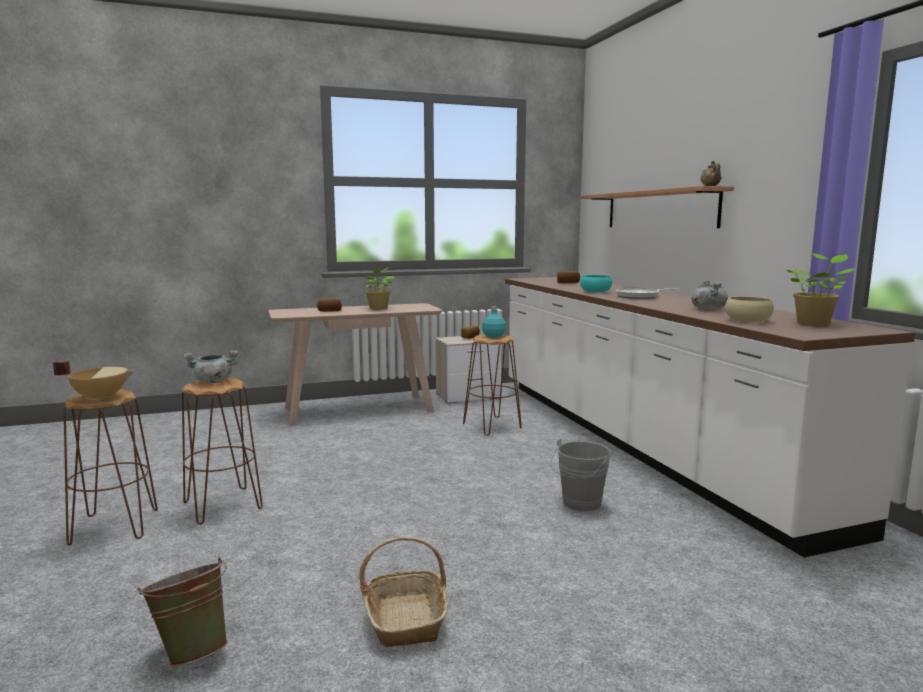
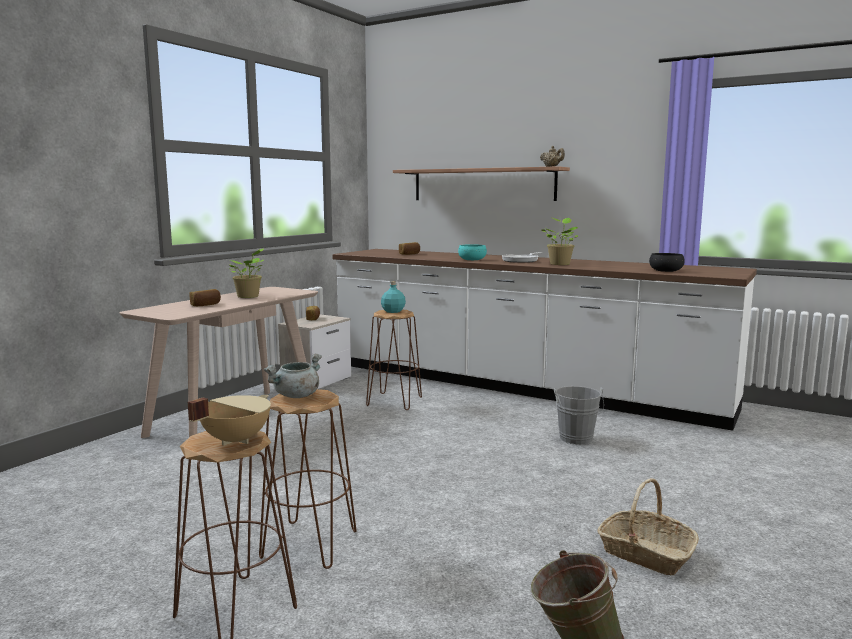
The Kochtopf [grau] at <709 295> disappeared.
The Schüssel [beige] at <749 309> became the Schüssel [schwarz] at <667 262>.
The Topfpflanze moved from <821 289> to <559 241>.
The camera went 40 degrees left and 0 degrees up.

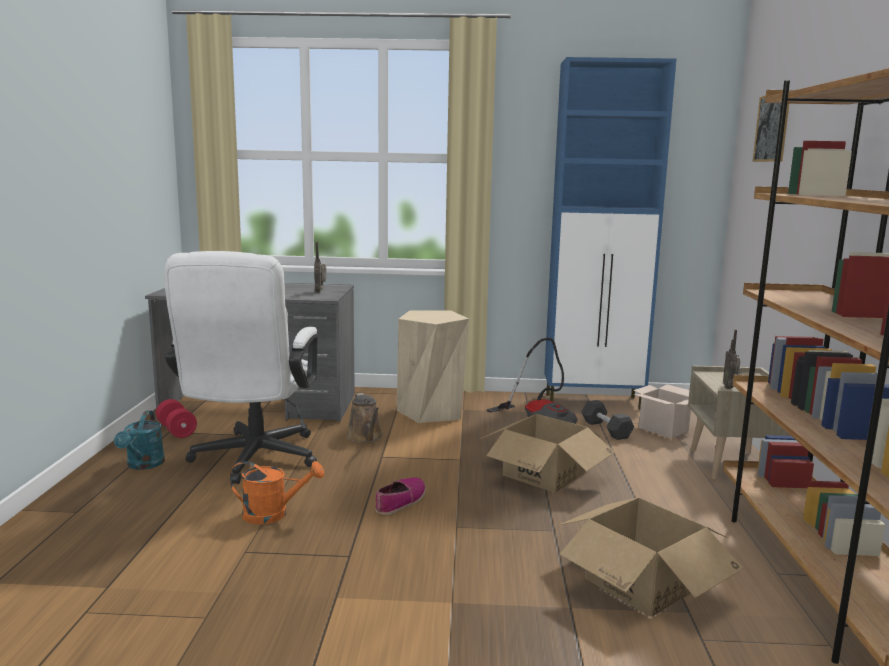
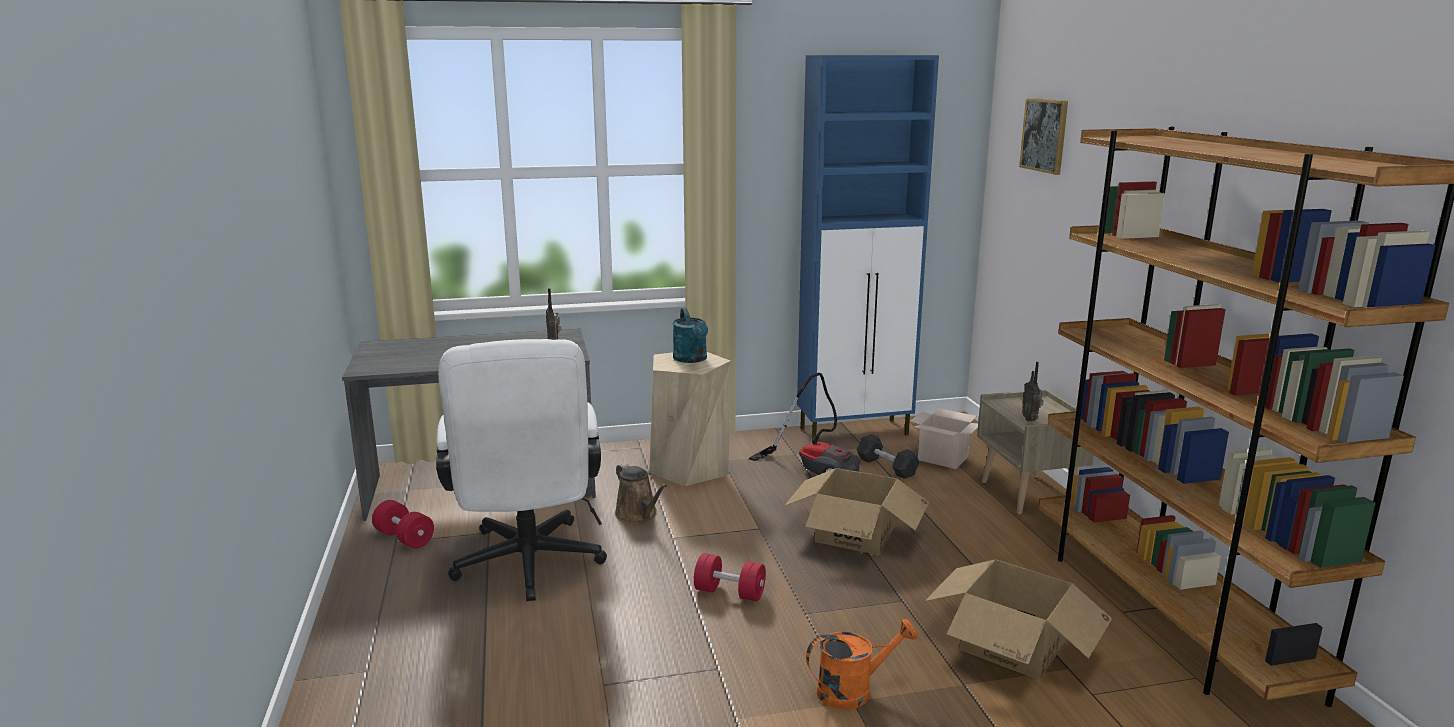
The Gießkanne [türkis] moved from <139 440> to <690 335>.
The Gießkanne [orange] moved from <276 492> to <862 664>.
The Schuh at <400 496> was replaced by the Hantel [rot] at <730 577>.
The camera went 15 degrees left and 5 degrees up.

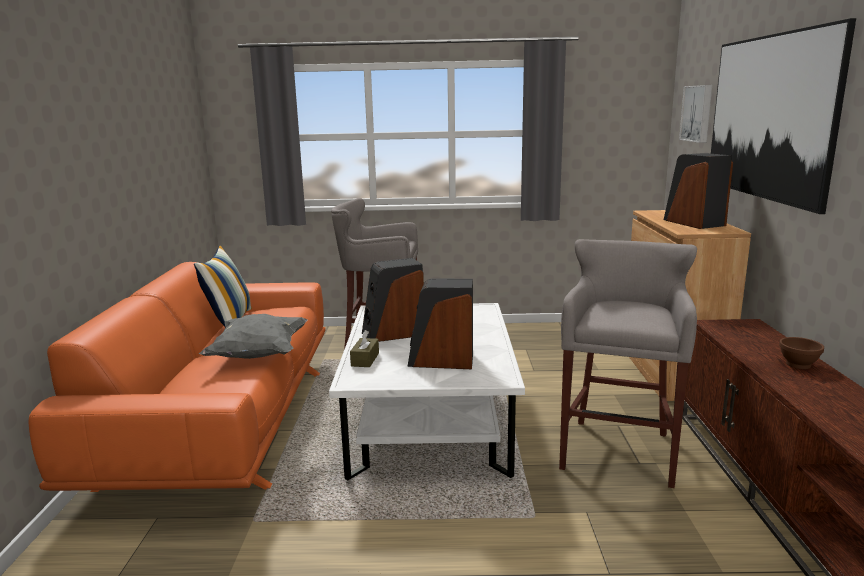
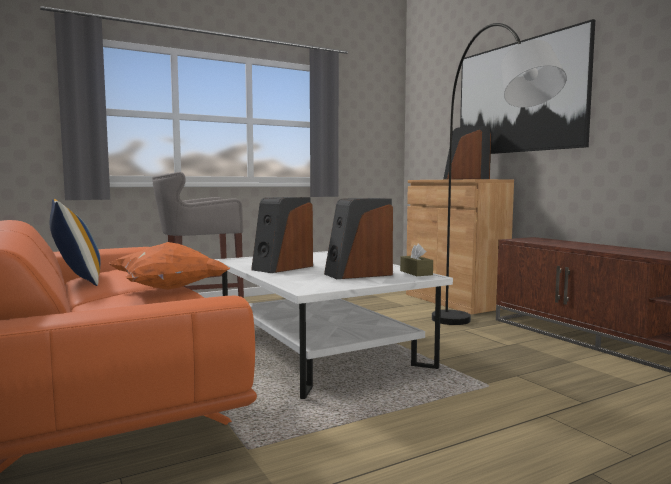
The Kissen [grau] at <253 336> became the Kissen [orange] at <169 266>.
The Taschentuchbox [braun] moved from <364 348> to <416 260>.
The Hocker [grau] at <628 363> was replaced by the Stehlampe [grau] at <499 174>.
The Bild at <695 114> disappeared.
The Schüssel [braun] at <801 353> disappeared.
The camera went 30 degrees left and 10 degrees down.

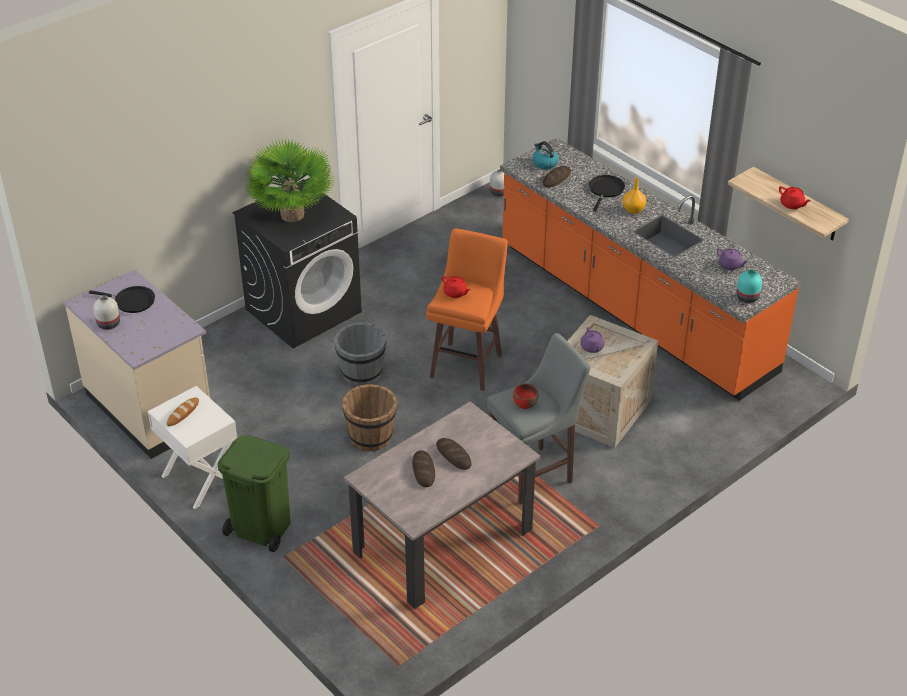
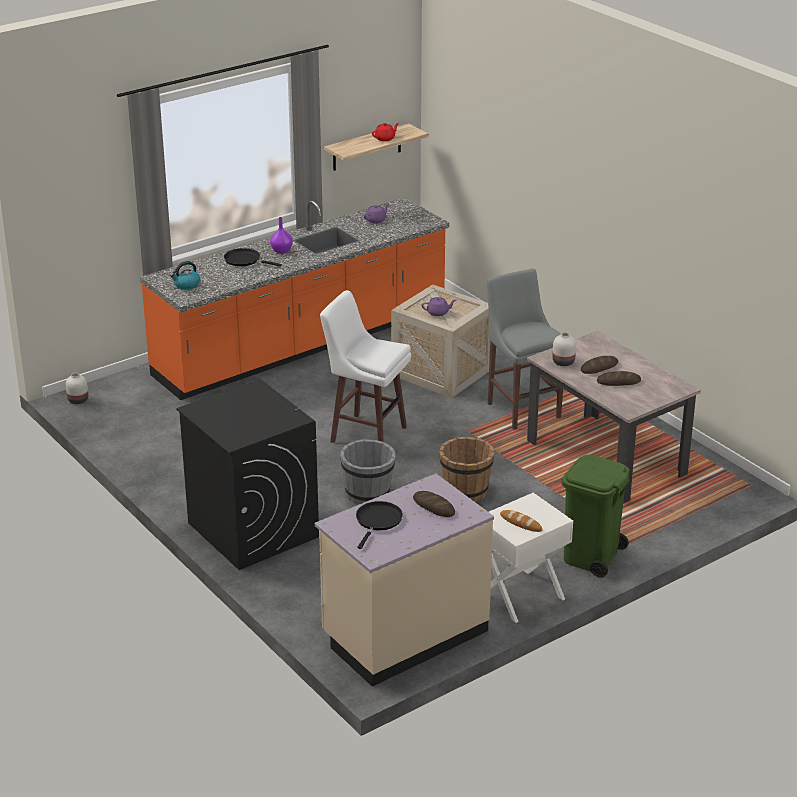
The Vase [weiß] moved from <106 313> to <564 349>.
The Topfpflanze at <289 180> disappeared.
The Hocker [orange] at <467 309> became the Hocker [weiß] at <365 366>.
The Teekanne [rot] at <456 287> disappeared.
The Schüssel [rot] at <525 396> disappeared.
The Brot moved from <557 177> to <434 504>.
The Vase [orange] at <634 196> became the Vase [lila] at <281 235>.
The Vase [türkis] at <749 286> disappeared.
The camera went 85 degrees left and 10 degrees down.

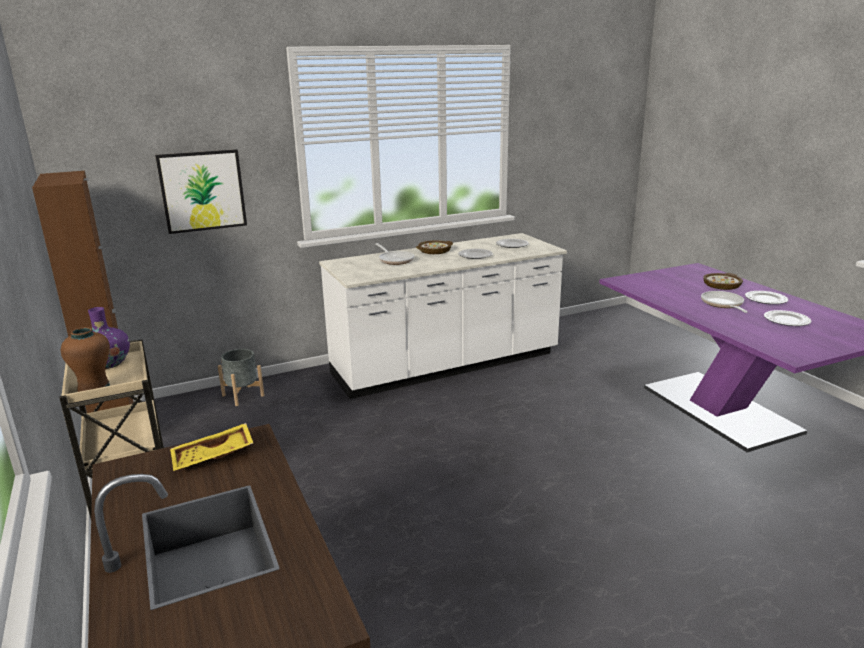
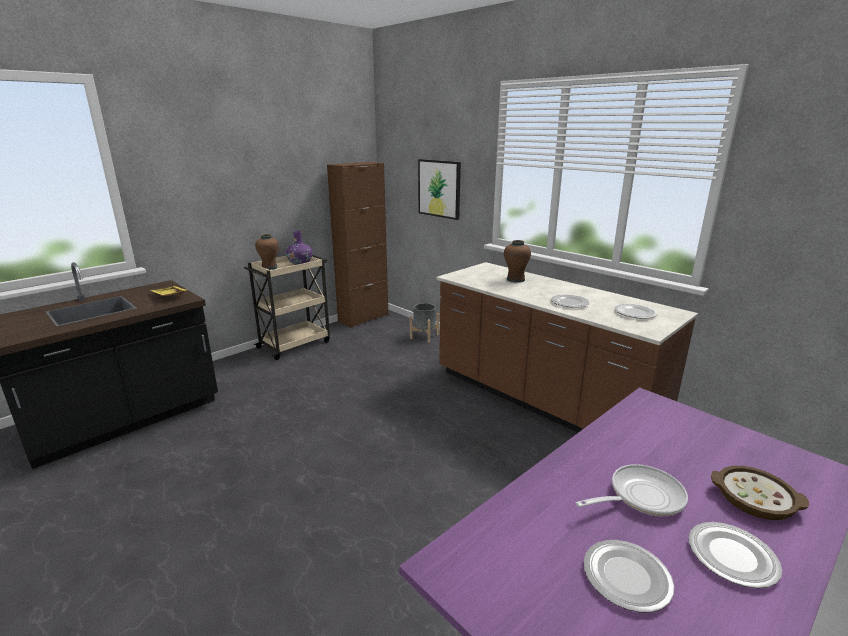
The Küchenzeile [weiß] at <443 316> became the Küchenzeile [braun] at <567 347>.
The Pfanne at <395 254> was replaced by the Vase [braun] at <517 261>.
The Schüssel at <434 247> disappeared.
The camera went 70 degrees right and 0 degrees up.

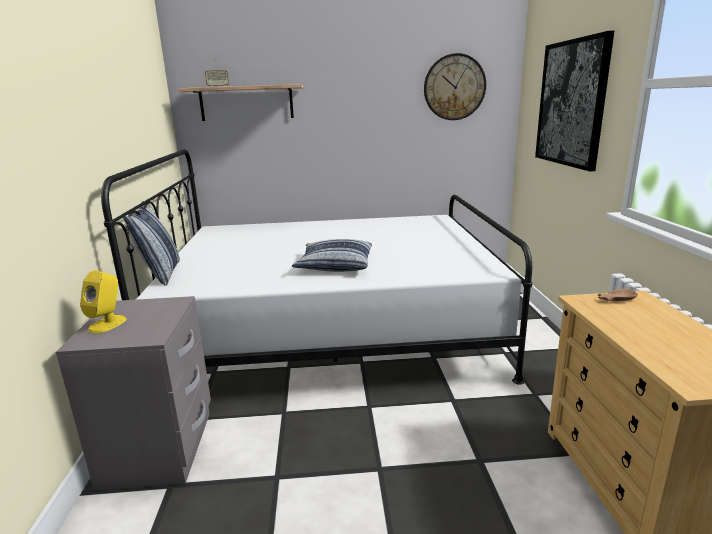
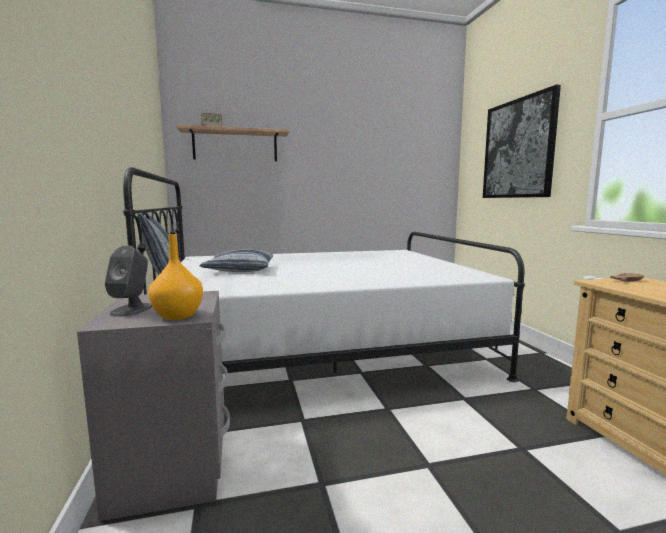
The Lautsprecher [gelb] at <103 301> became the Lautsprecher [grau] at <128 281>.
The Kissen moved from <332 255> to <236 260>.
The Wanduhr at <455 86> disappeared.
The Vase [orange] at <175 277> appeared.
The camera went 10 degrees left and 10 degrees down.

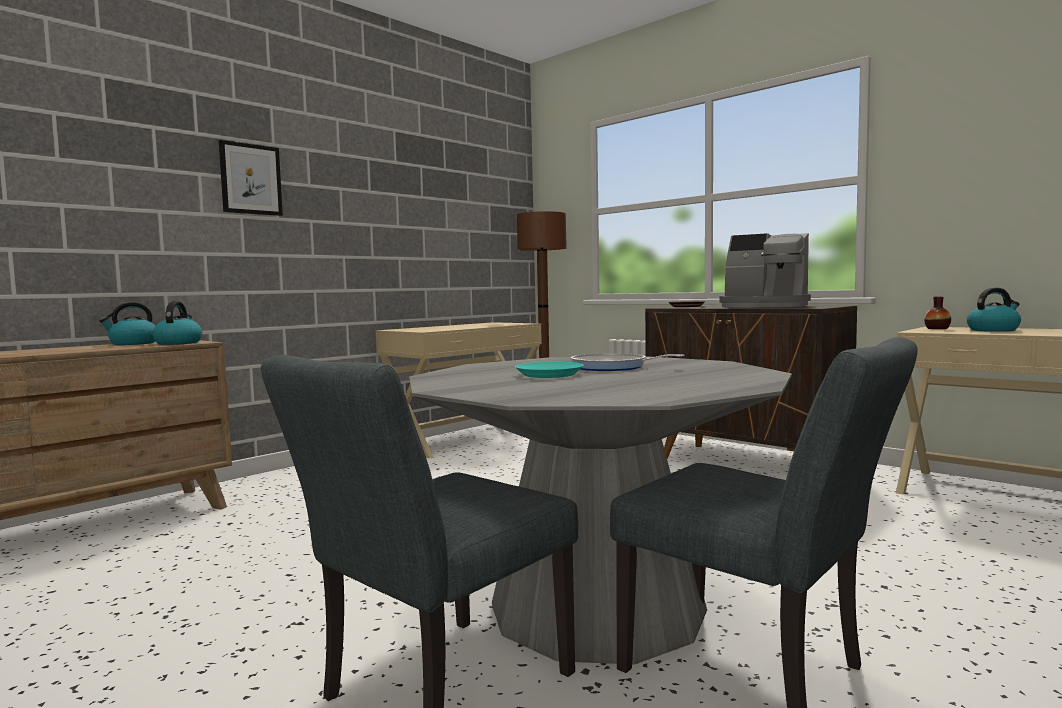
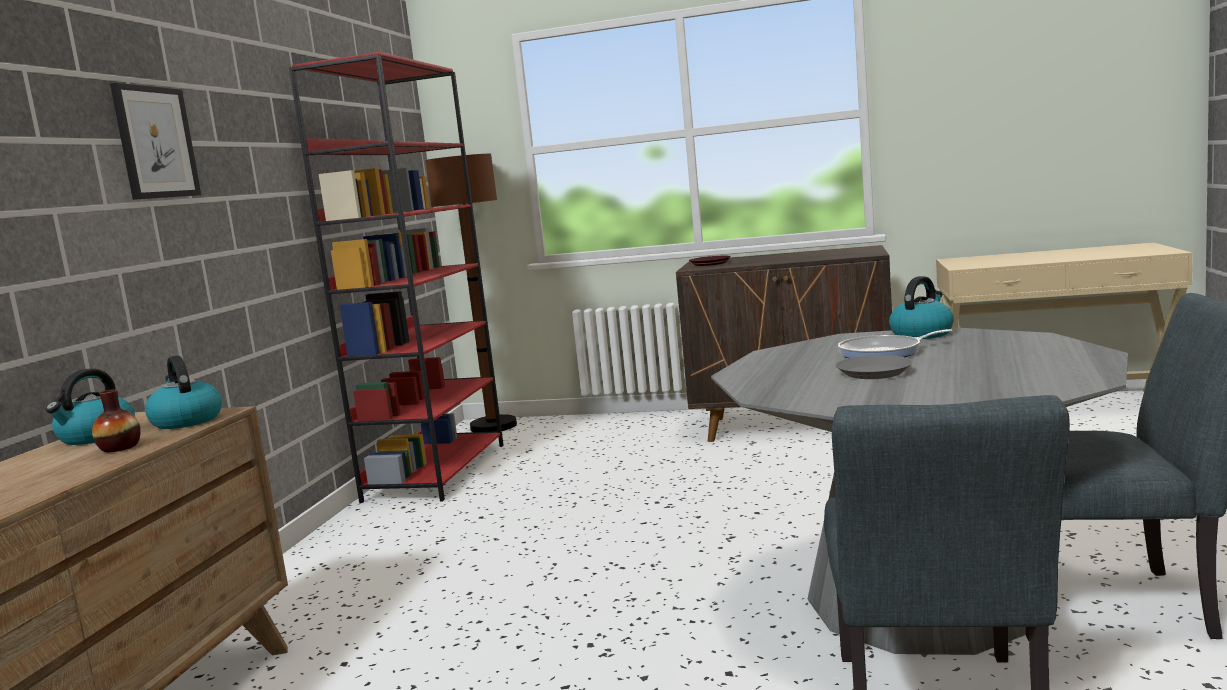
The Konsolentisch [beige] at <459 390> was replaced by the Bücherregal [rot] at <396 277>.
The Teller [türkis] at <549 370> became the Teller [grau] at <873 367>.
The Kaffeemaschine at <765 270> disappeared.
The Vase moved from <937 313> to <116 420>.
The Wasserkessel moved from <994 310> to <921 307>.
The camera went 30 degrees left and 5 degrees up.

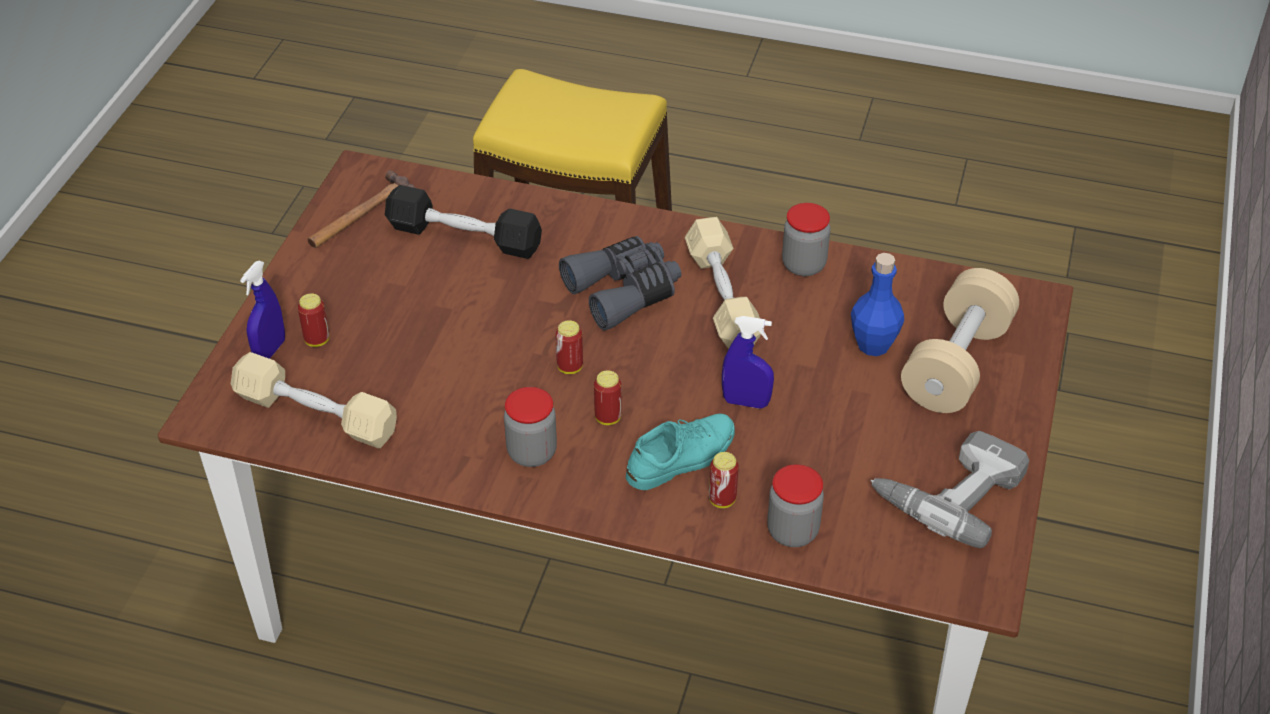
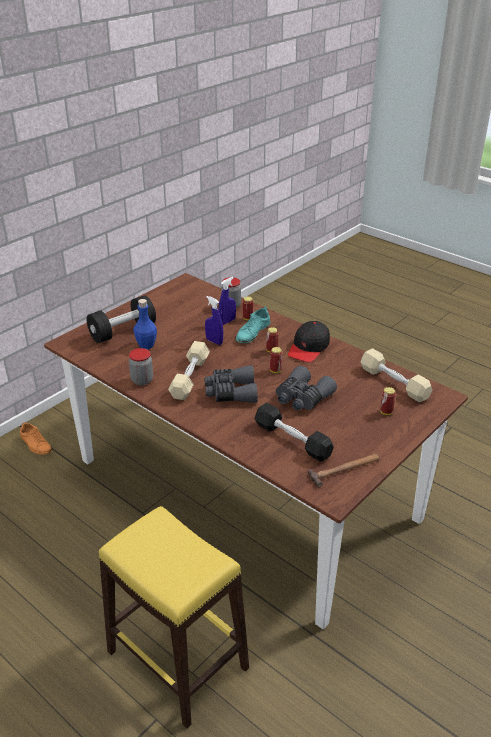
The Sprühflasche [blau] moved from <262 310> to <227 301>.
The Vorratsglas at <530 427> was replaced by the Kappe [schwarz] at <309 341>.
The Schuh [türkis] at <680 452> turned 45 degrees counterclockwise.
The Bohrmaschine at <950 489> disappeared.
The Hantel [beige] at <960 340> became the Hantel [schwarz] at <121 319>.
The Schuh [orange] at <36 438> appeared.
The Fernglas [grau] at <306 388> appeared.
The camera went 155 degrees left and 10 degrees down.

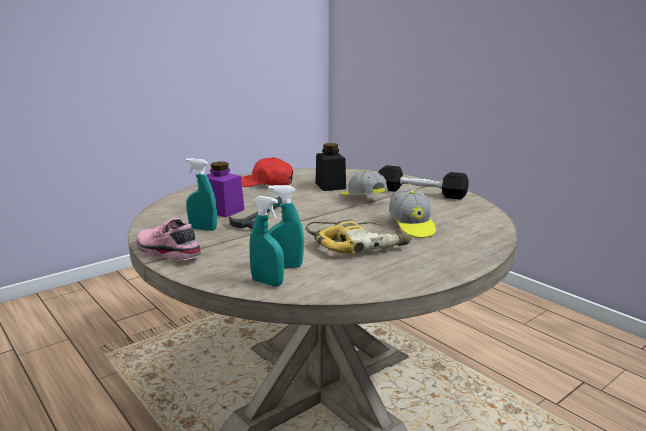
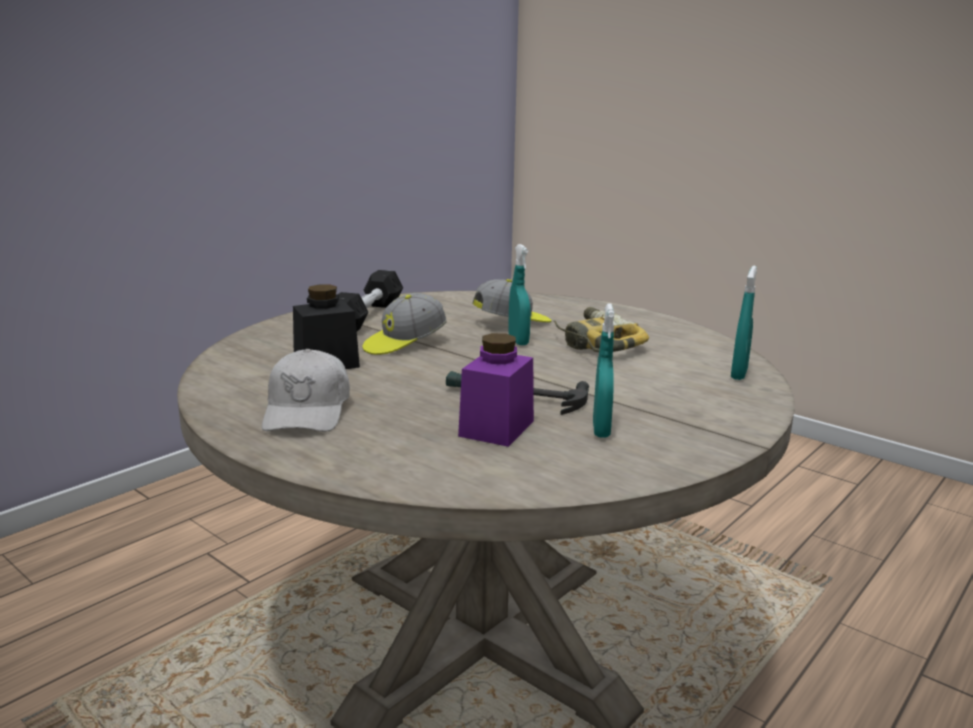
The Schuh [rosa] at <169 239> disappeared.
The Kappe [rot] at <267 172> became the Kappe [weiß] at <306 390>.
The Sprühflasche [türkis] moved from <286 226> to <519 294>.
The camera went 100 degrees left and 0 degrees up.

